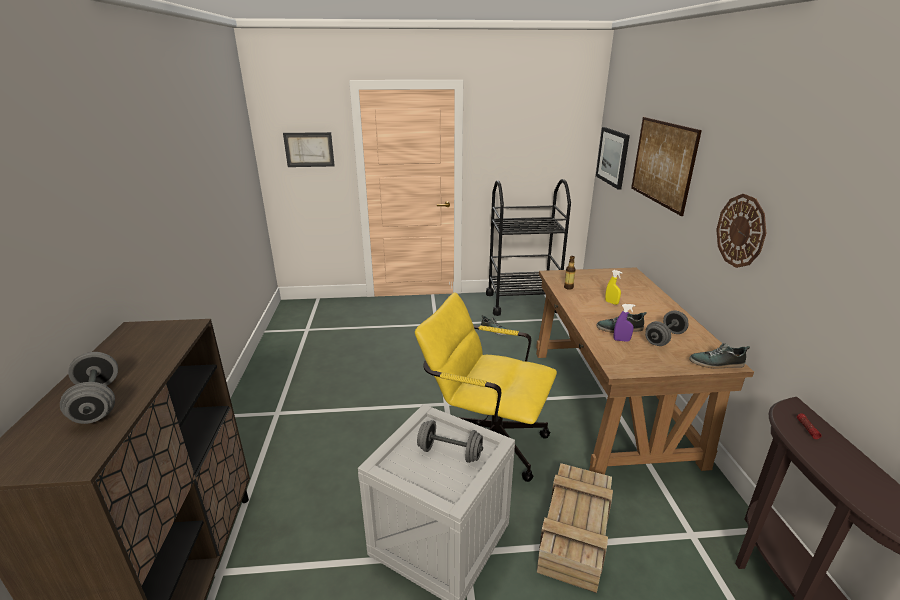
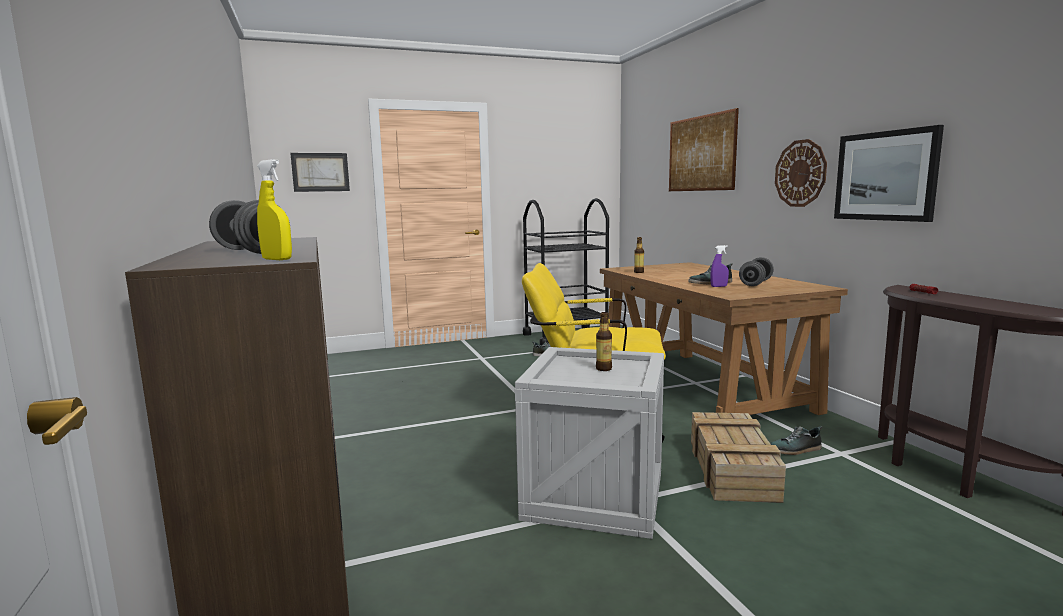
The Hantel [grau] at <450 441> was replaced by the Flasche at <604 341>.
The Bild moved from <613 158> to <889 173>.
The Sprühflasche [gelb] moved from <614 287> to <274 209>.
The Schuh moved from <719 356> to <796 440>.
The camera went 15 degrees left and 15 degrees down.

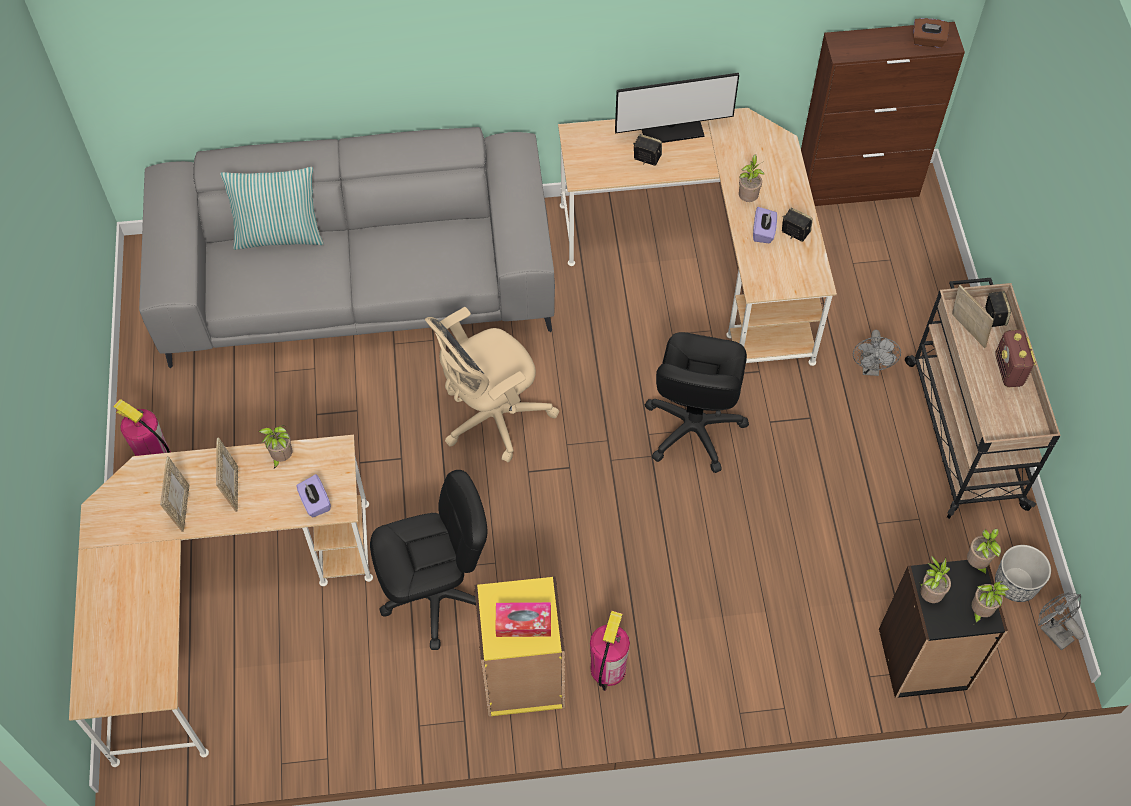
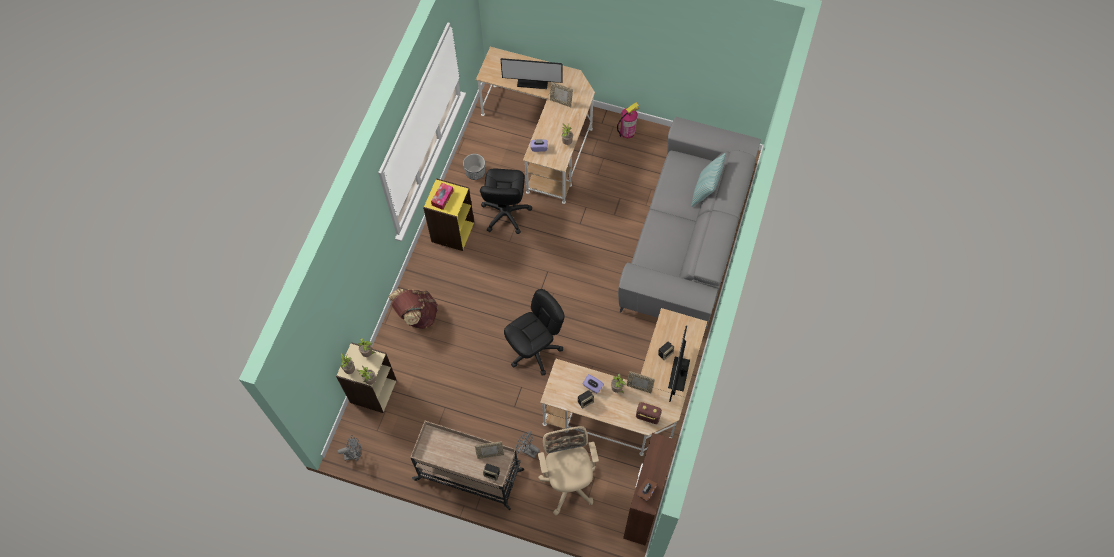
The Bilderrahmen moved from <227 474> to <640 382>.
The Bürostuhl [beige] moved from <492 385> to <568 470>.
The Feuerlöscher at <610 651> disappeared.
The Bürostuhl [schwarz] at <697 402> turned 105 degrees clockwise.
The Bücherregal [schwarz] at <943 629> became the Bücherregal [beige] at <366 377>.
The Radio moved from <1015 358> to <649 413>.
The Pflanzkübel moved from <1023 573> to <474 167>.
The Rucksack [braun] at <413 309> appeared.
The Monitor at <531 73> appeared.
The camera went 115 degrees right and 5 degrees up.

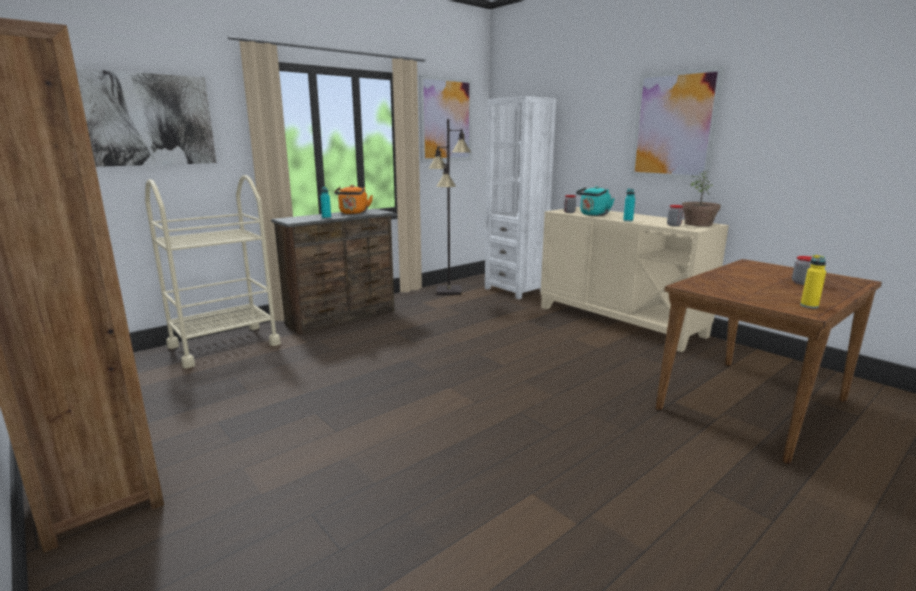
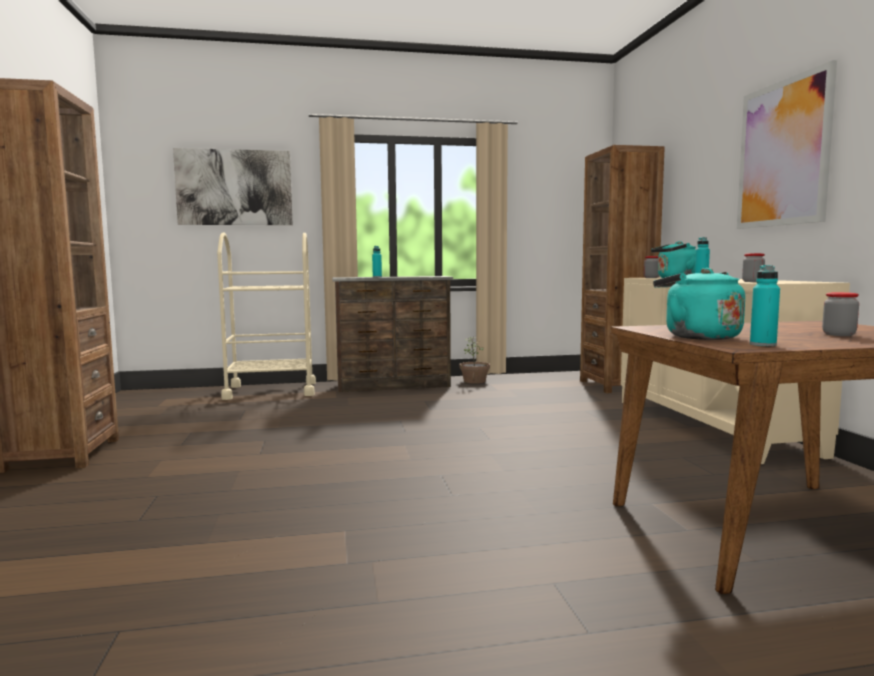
The Wasserkessel [orange] at <353 199> disappeared.
The Bild at <445 118> disappeared.
The Stehlampe [schwarz] at <449 207> disappeared.
The Bücherregal [weiß] at <521 197> became the Bücherregal [braun] at <622 269>.
The Topfpflanze moved from <701 198> to <474 360>.
The Flasche [gelb] at <813 281> became the Flasche [türkis] at <765 305>.
The Wasserkessel [türkis] at <699 304> appeared.
The camera went 30 degrees right and 10 degrees down.

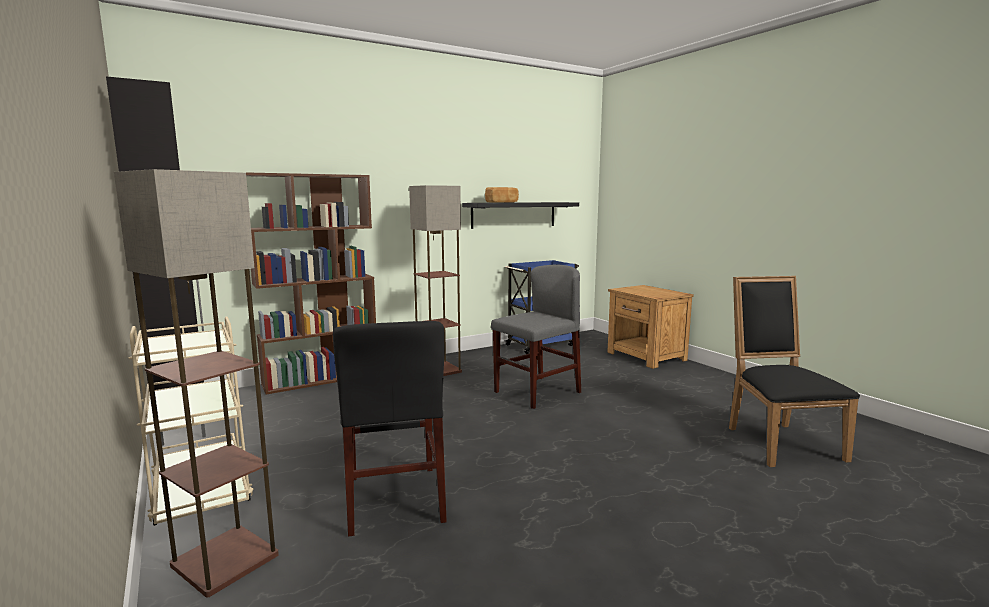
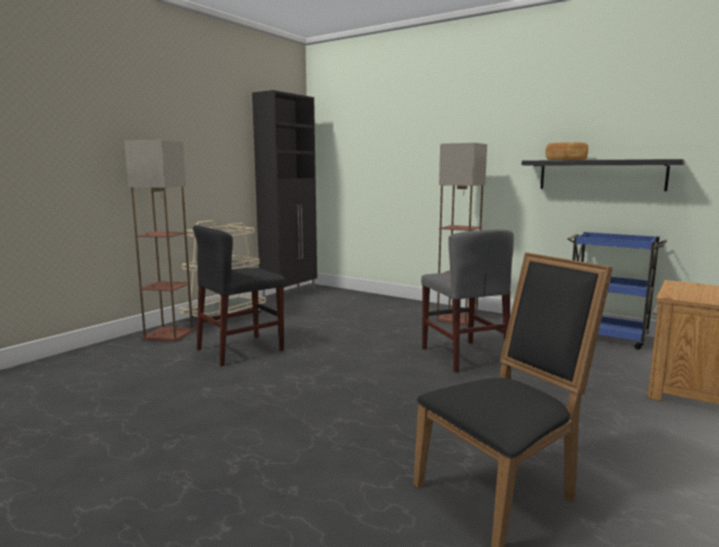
The Bücherregal [braun] at <311 283> disappeared.
The Stuhl [grau] at <536 337> turned 45 degrees clockwise.
The camera went 65 degrees right and 0 degrees up.

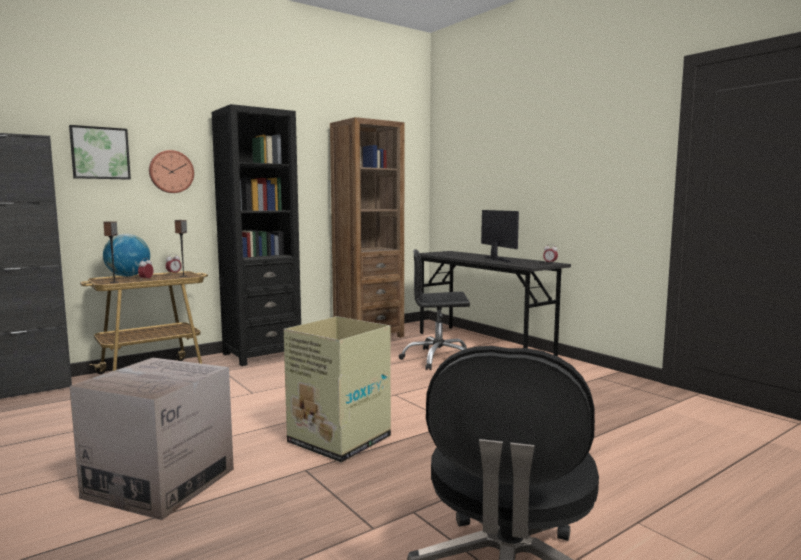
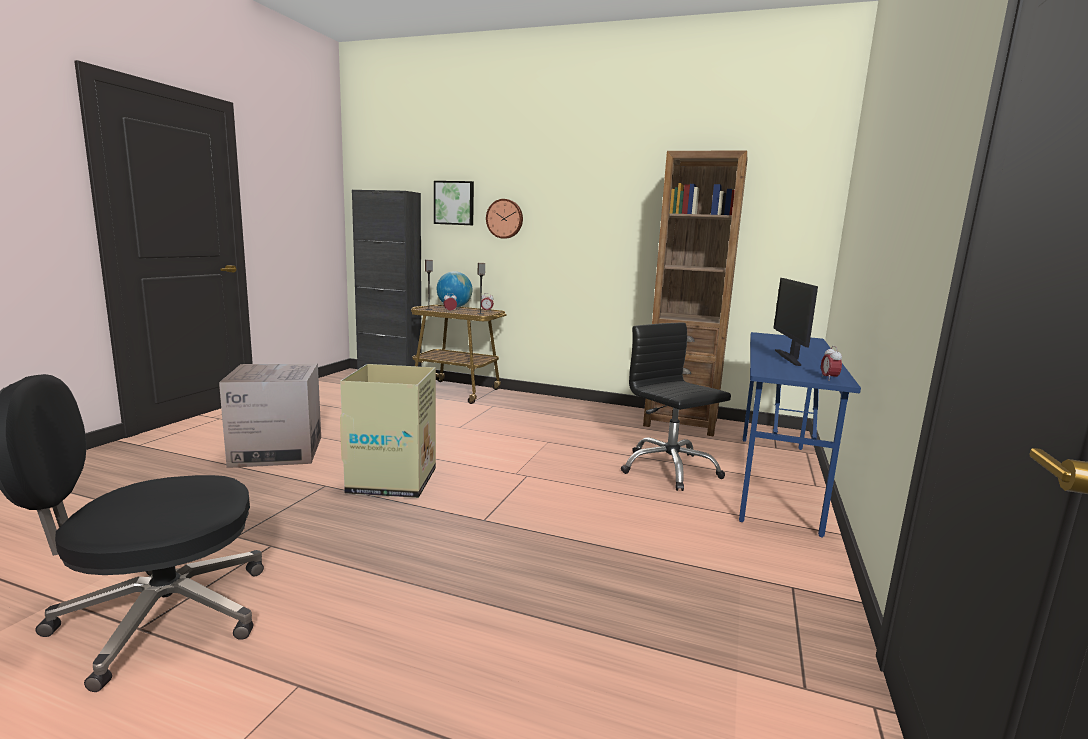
The Bücherregal [schwarz] at <256 235> disappeared.
The Schreibtisch [grau] at <495 303> became the Schreibtisch [blau] at <800 434>.
The Monitor at <500 236> turned 150 degrees clockwise.
The camera went 55 degrees right and 5 degrees up.

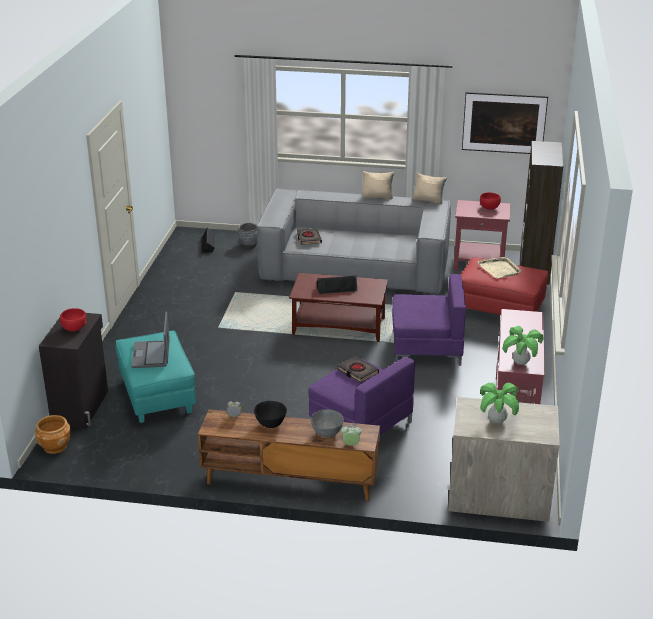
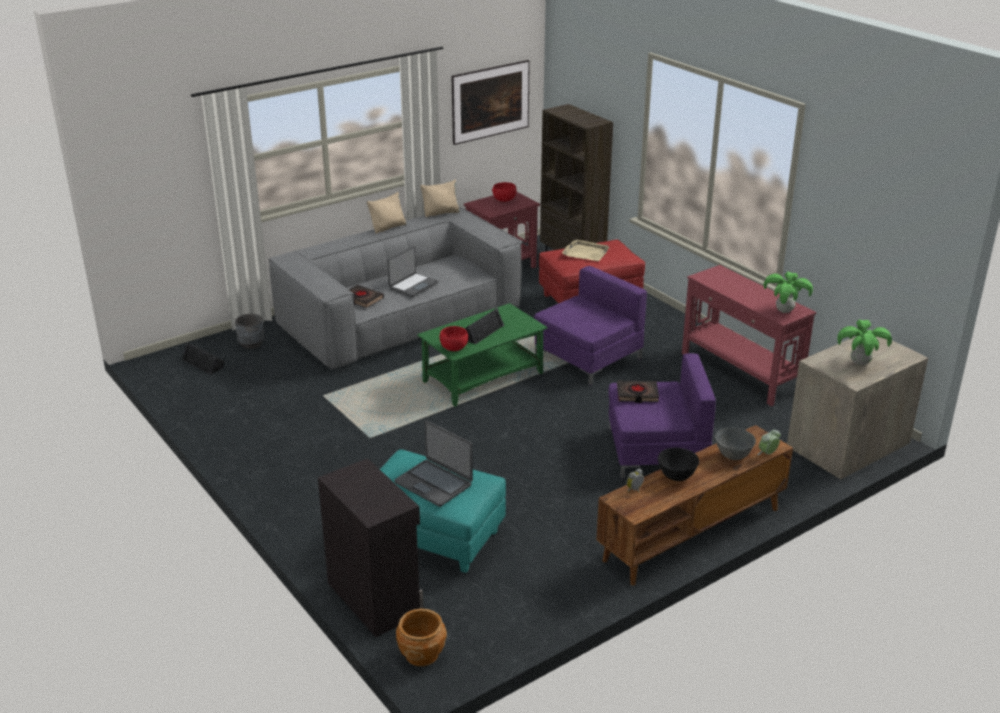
The Schüssel [rot] moved from <73 319> to <454 338>.
The Couchtisch [braun] at <338 307> became the Couchtisch [grün] at <482 355>.
The Laptop at <412 271> appeared.
The camera went 45 degrees left and 0 degrees up.

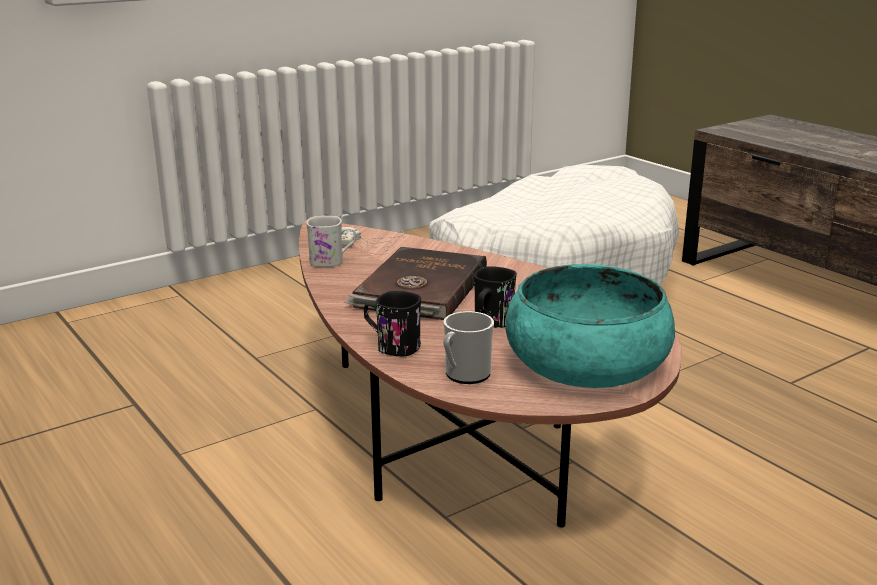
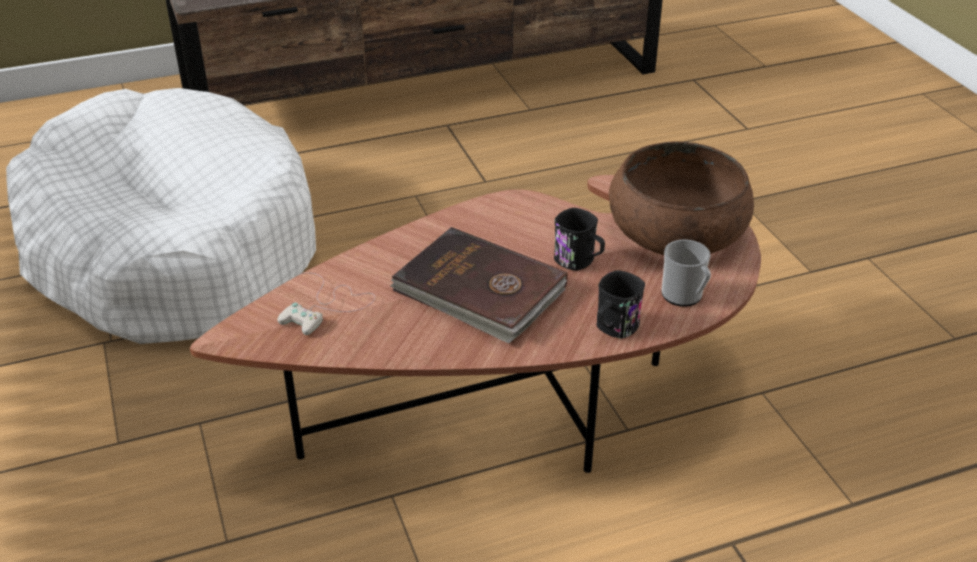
The Henkelbecher [weiß] at <331 241> disappeared.
The Schüssel [türkis] at <590 326> became the Schüssel [braun] at <681 198>.
The camera went 75 degrees left and 15 degrees up.

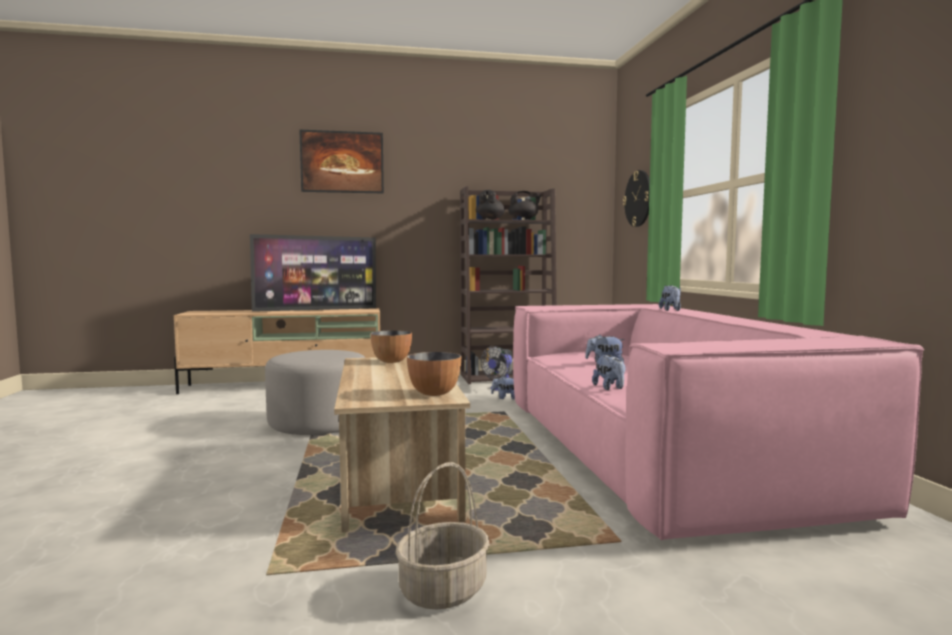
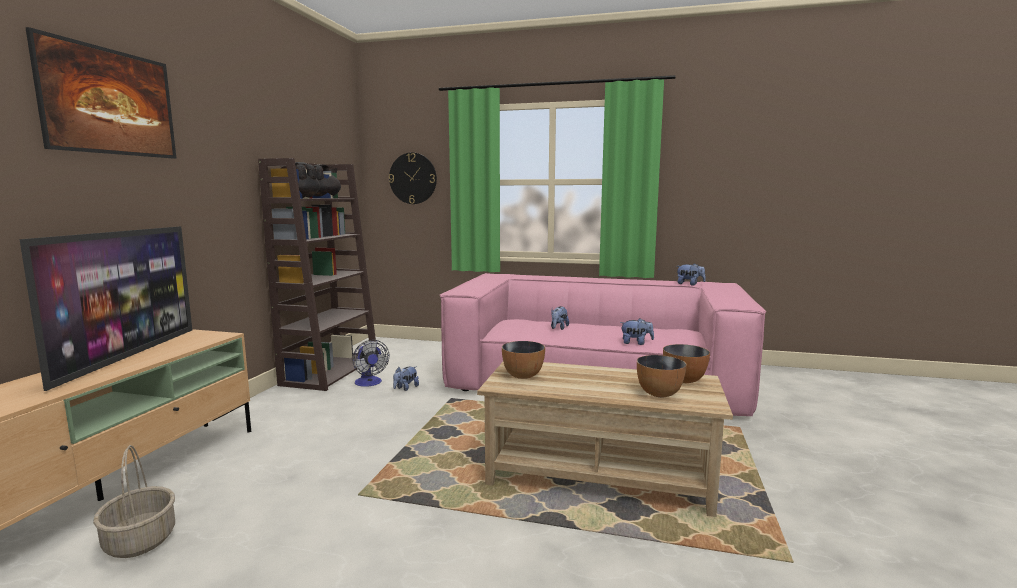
The Polsterhocker [grau] at <315 392> disappeared.
The Korb moved from <442 536> to <134 501>.
The Plüschtier moved from <670 298> to <691 274>.
The Schüssel at <662 376> appeared.
The camera went 65 degrees left and 5 degrees up.

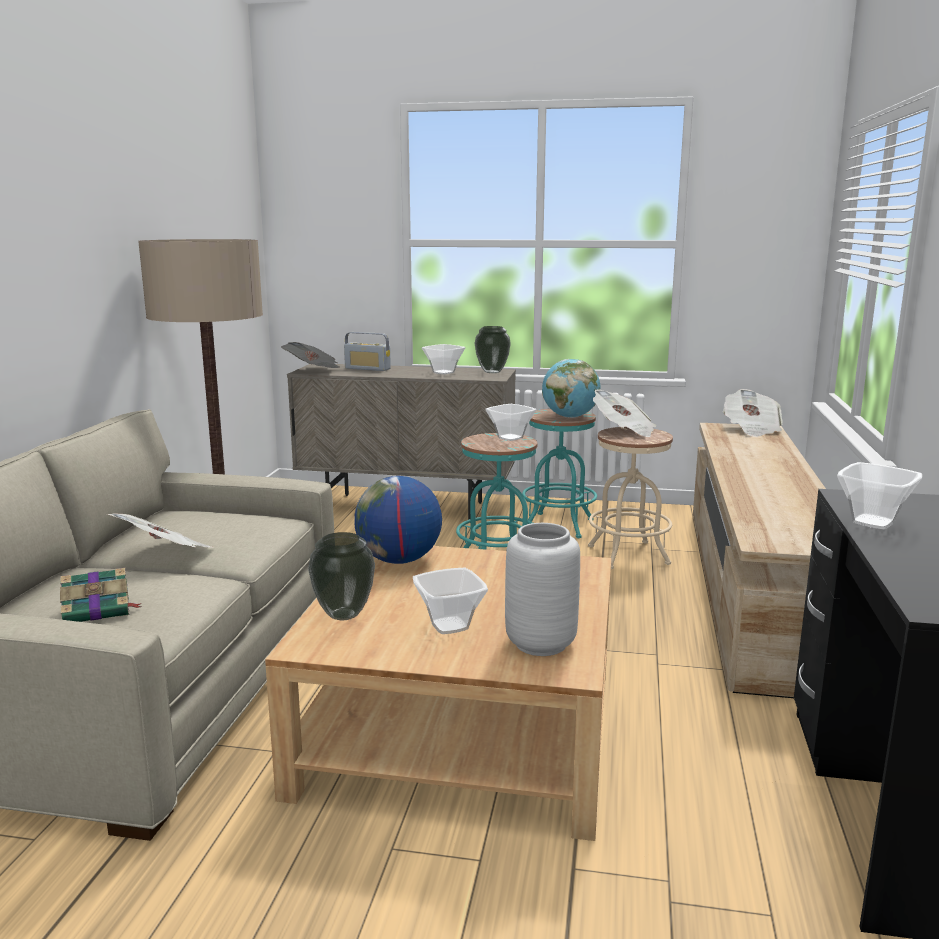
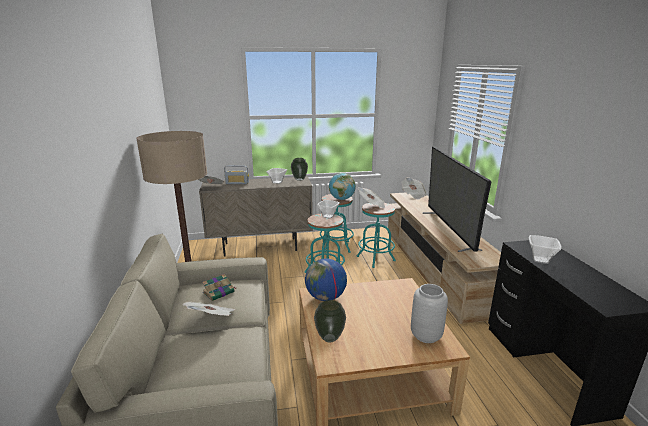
The Buch moved from <101 595> to <219 287>.
The Schüssel at <450 601> disappeared.
The Hocker [beige] at <630 498> became the Hocker [türkis] at <376 235>.
The Fernseher at <457 199> appeared.
The camera went 20 degrees left and 5 degrees up.

